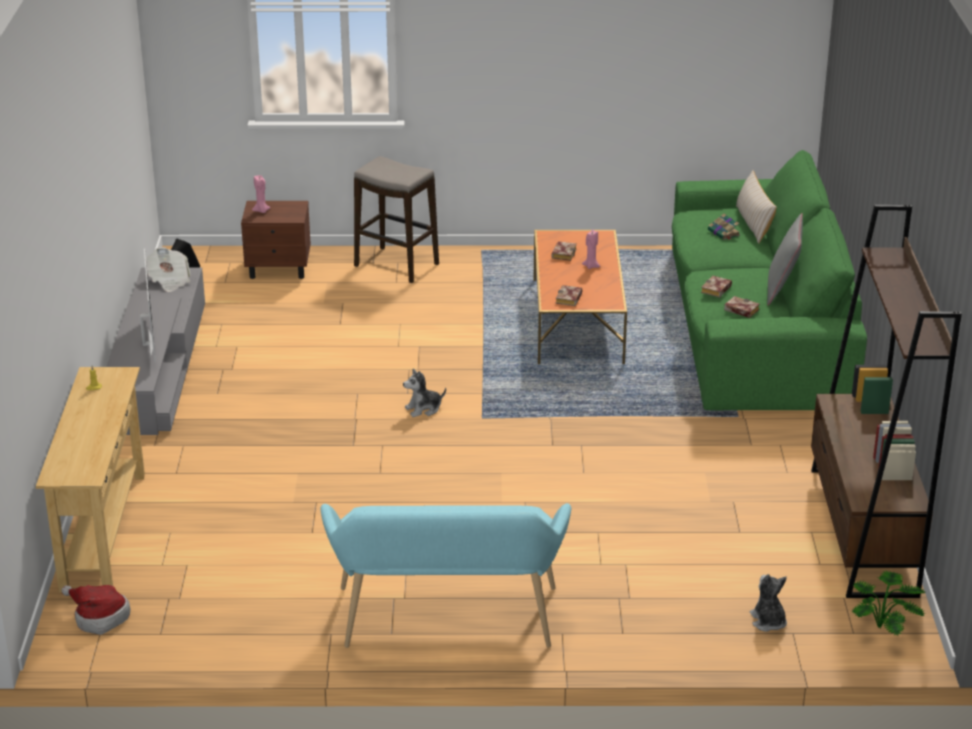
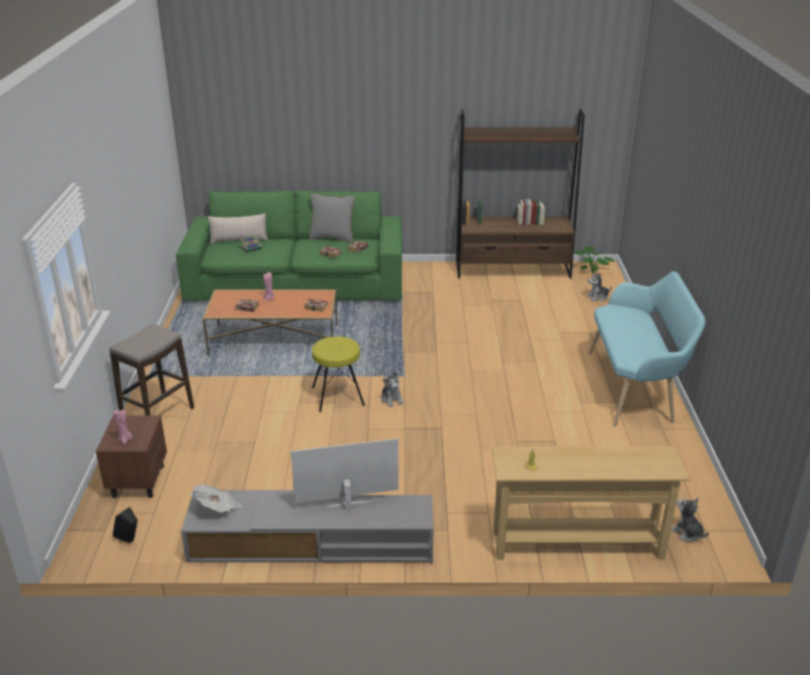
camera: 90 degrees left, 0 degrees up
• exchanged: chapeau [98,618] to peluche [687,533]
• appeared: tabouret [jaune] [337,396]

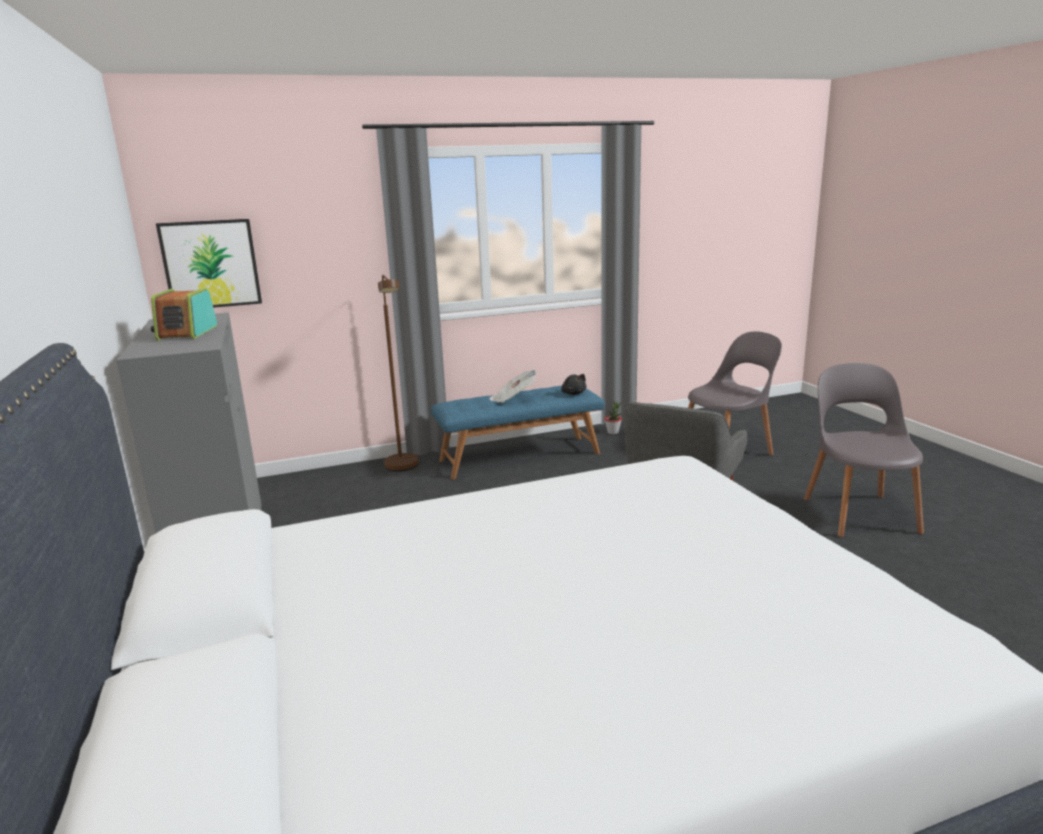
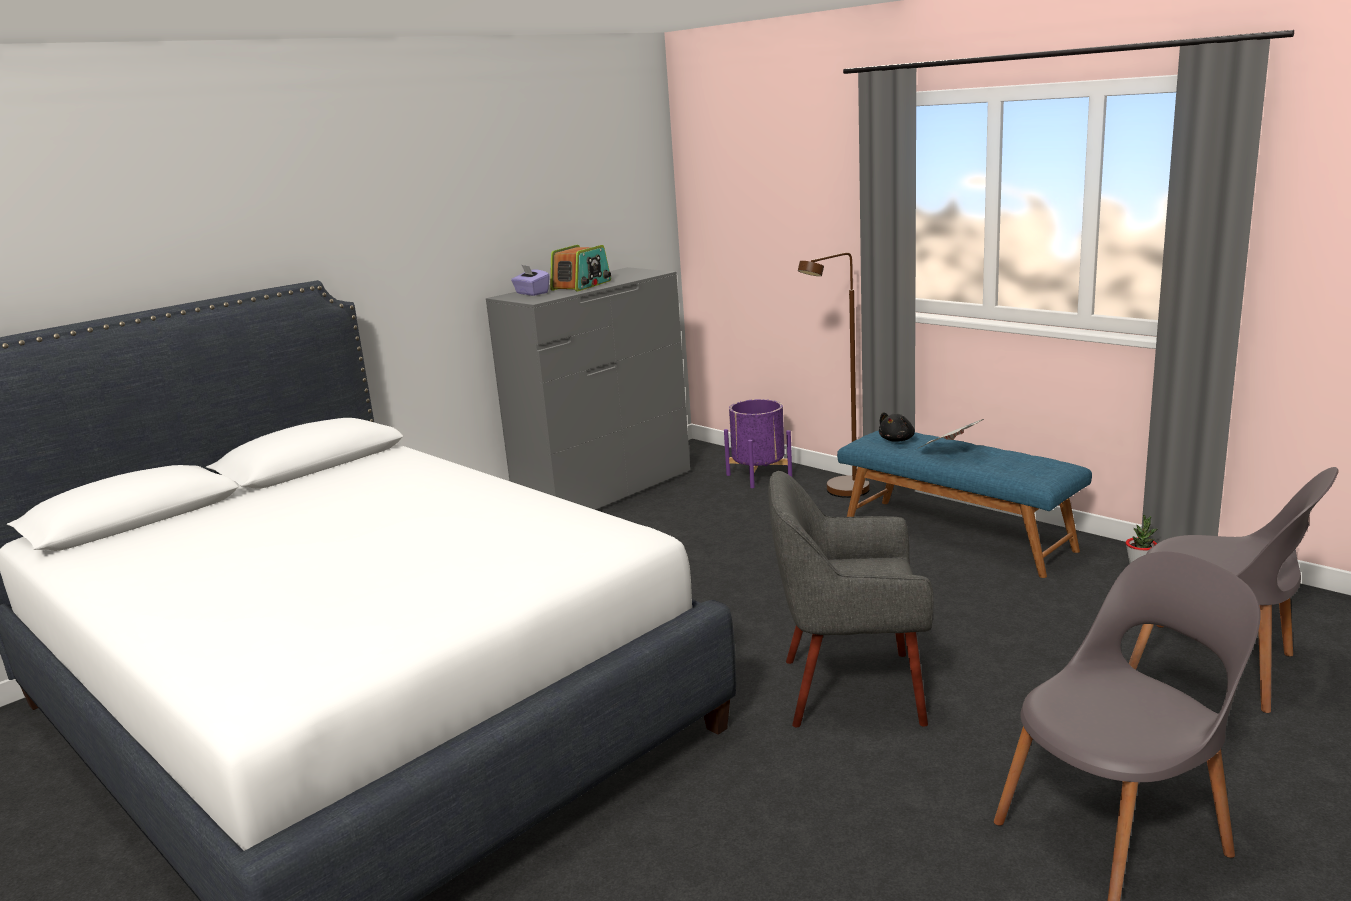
camera: 65 degrees right, 0 degrees up
• missing: tableau [211,264]
• spun: radio [187,333] = [582,285] 150 degrees clockwise
• relocated: peluche [noir] [573,393] to [897,440]
• appeared: boîte à mouchoirs [violet] [531,293]
• appeared: cache-pot [violet] [759,476]

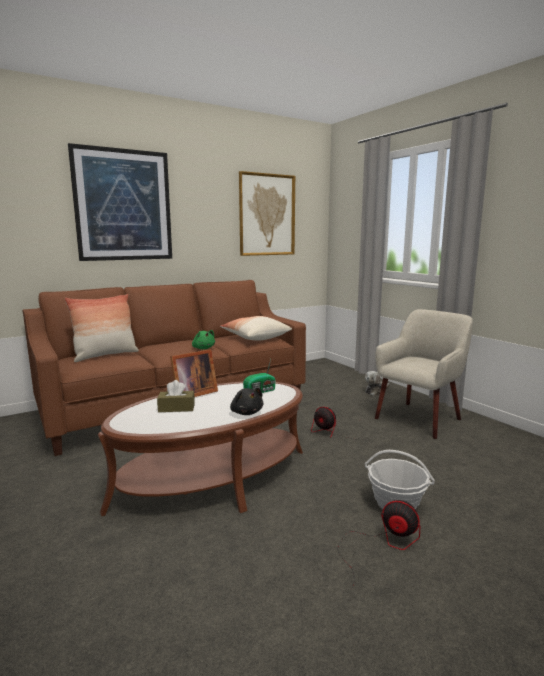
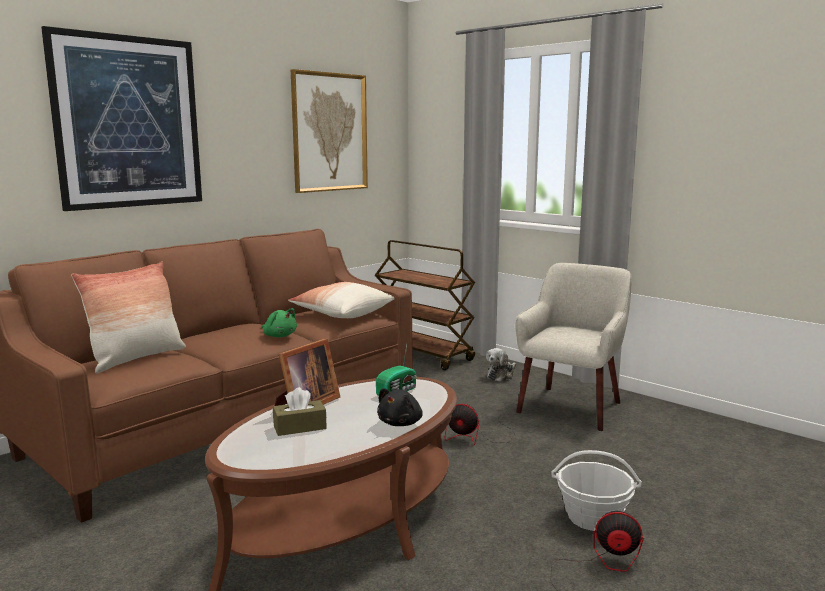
camera: 15 degrees left, 0 degrees up
• spun: peluche [noir] [246,412] = [401,423] 75 degrees clockwise
• appeared: chariot [marron] [423,355]

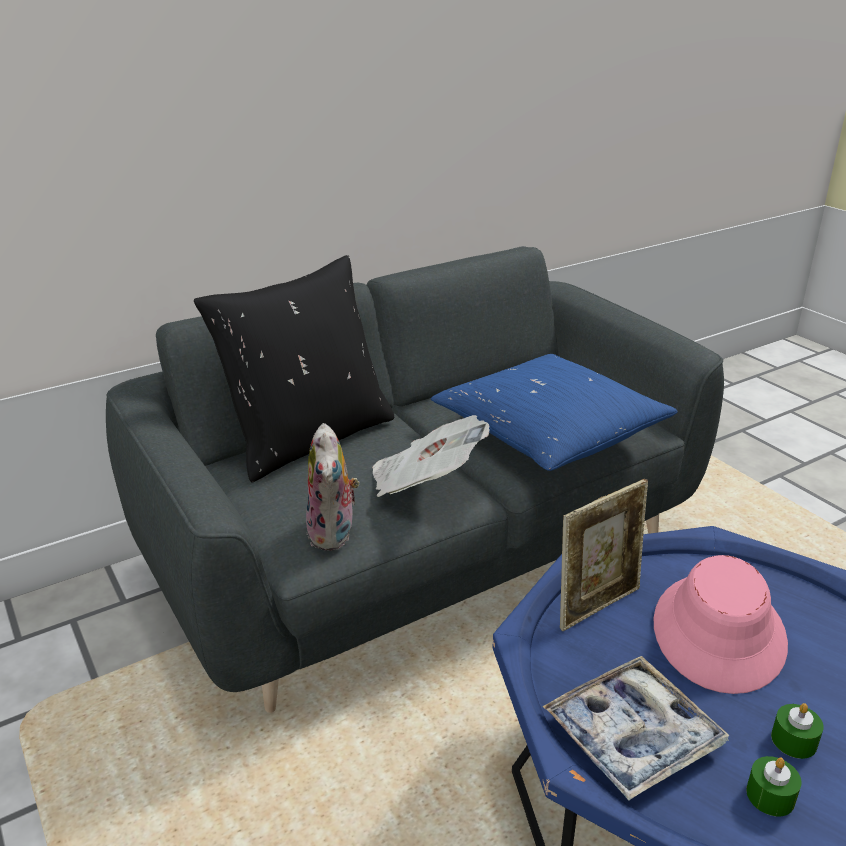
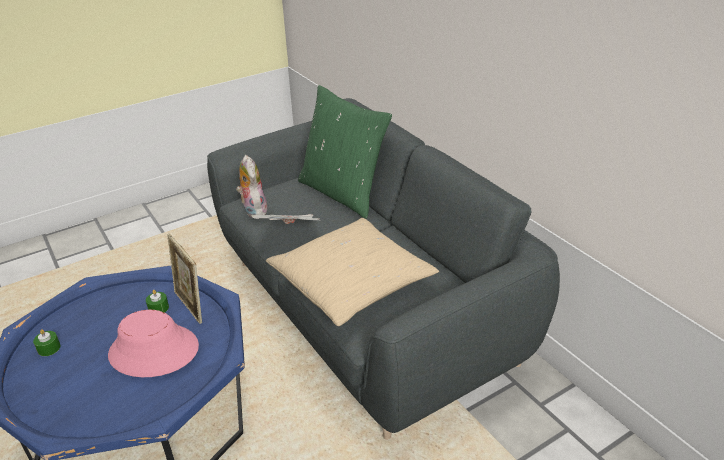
camera: 90 degrees right, 5 degrees up
• colour: coussin [noir] [309,438] to coussin [vert] [343,193]
• colour: coussin [bleu] [549,431] to coussin [beige] [352,283]
• spun: peluche [334,534] = [253,210] 75 degrees clockwise
• missing: plateau [632,735]
• relocated: bougie [vert] [794,740] to [158,308]

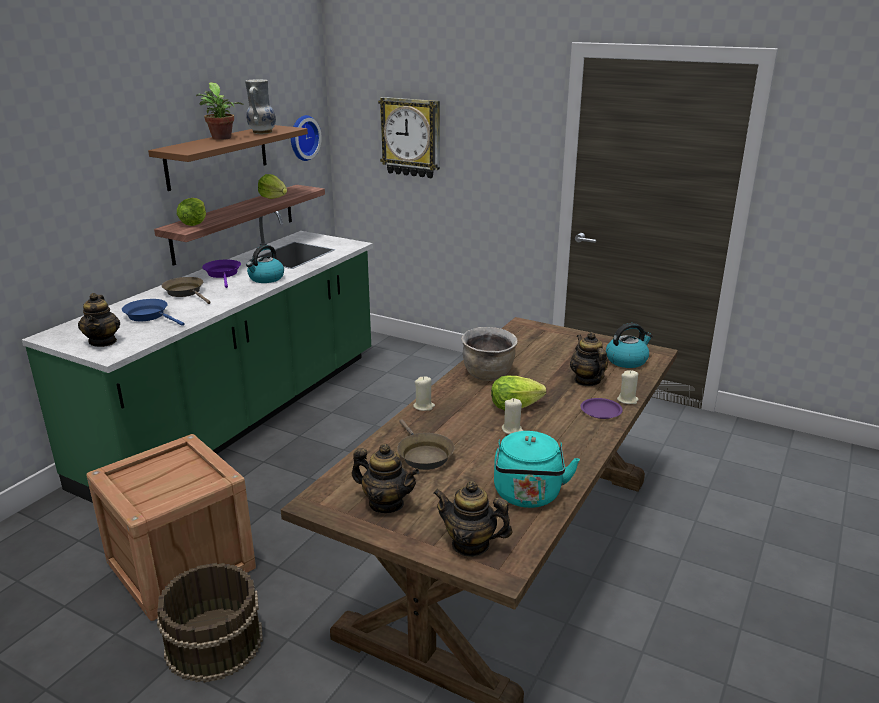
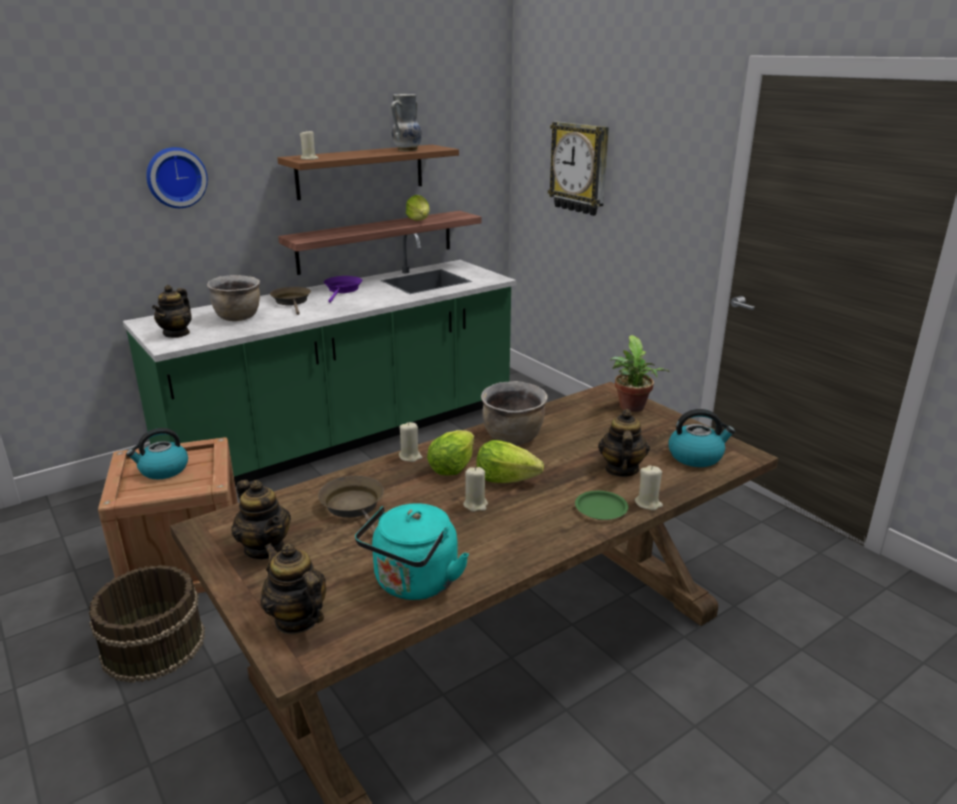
camera: 25 degrees right, 0 degrees up
• relocated: plante en pot [222,138] to [632,408]
• relocated: horloge murale [302,138] to [175,177]
• relocated: laitue [194,223] to [452,468]
• relocated: bouilloire [266,278] to [163,470]
• exchanged: poêle [bleu] [149,316] to marmite [marron] [238,317]
• colour: assiette [violet] [601,411] to assiette [vert] [601,508]
• spun: poêle [marron] [423,455] = [355,507] 150 degrees clockwise
• appeared: bougie [beige] [309,159]

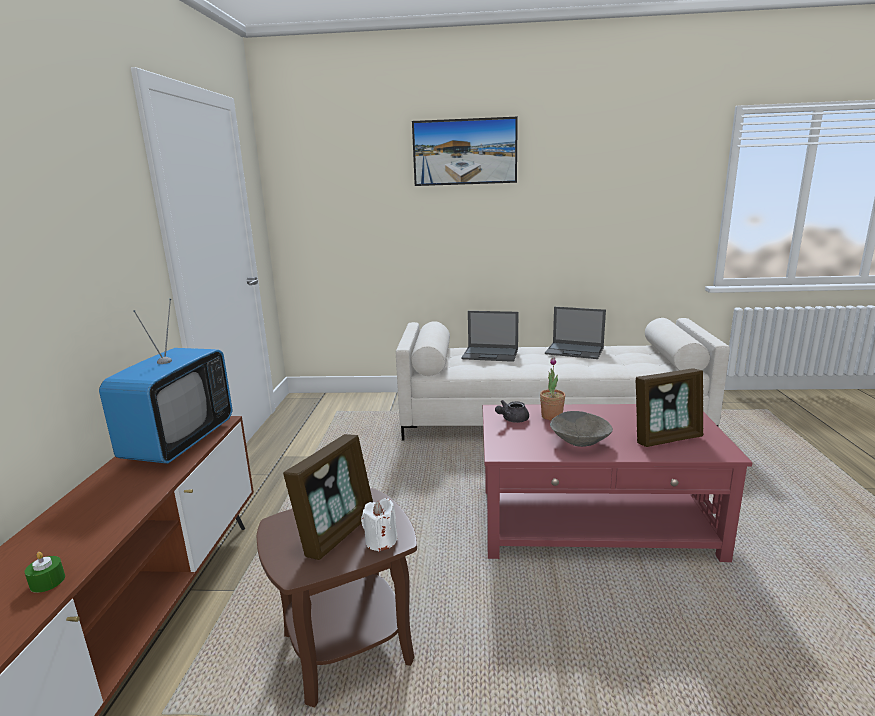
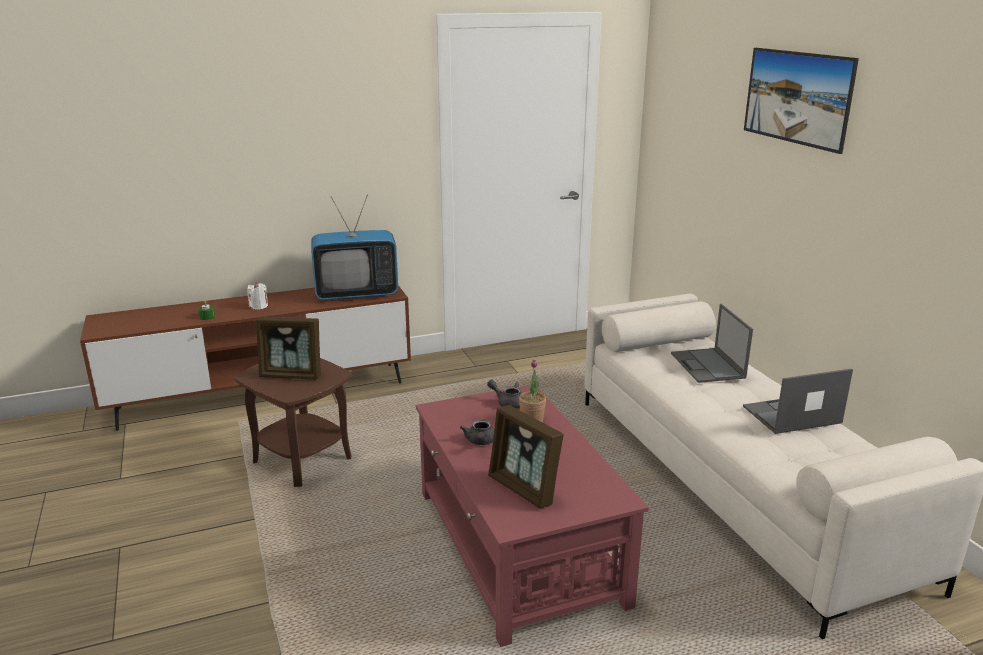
camera: 65 degrees right, 5 degrees up
• spun: ordinateur portable [575,351] = [791,415] 75 degrees clockwise
• exchanged: bol [gris] [580,442] to théière [gris] [480,442]
• relocated: bougie [blanc] [381,541] to [258,306]

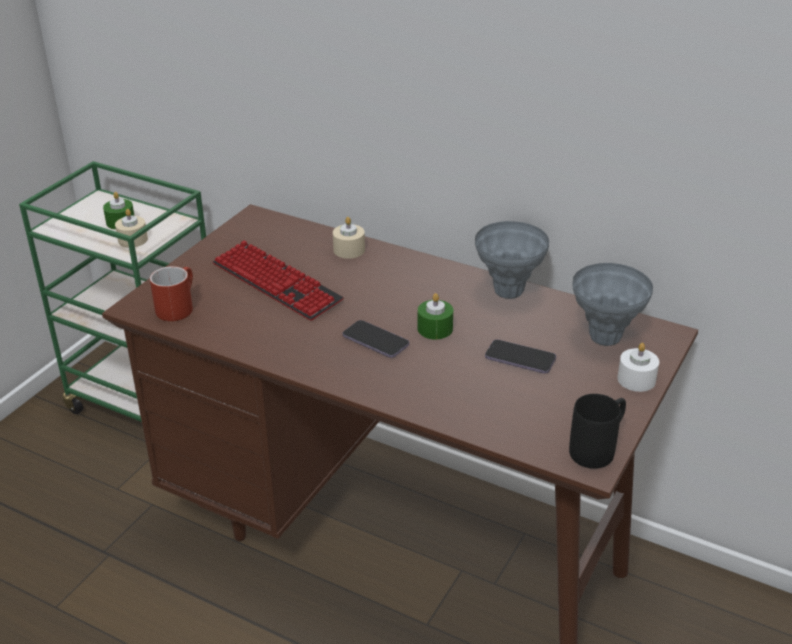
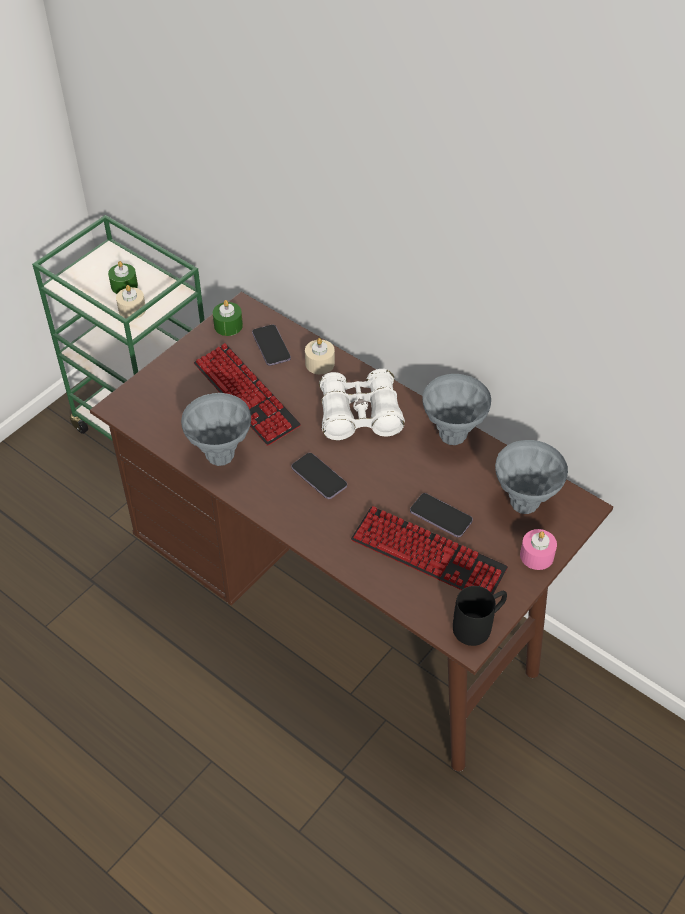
camera: 10 degrees right, 15 degrees up
• missing: mug [rouge] [177,306]
• relocated: bougie [vert] [435,329] to [228,325]
• colour: bougie [blanc] [636,379] to bougie [rose] [536,555]
• appeared: téléphone [271,346]
• appeared: jumelles [blanc] [360,415]
• appeared: vase [gris] [220,456]
• appeared: clavier [428,555]

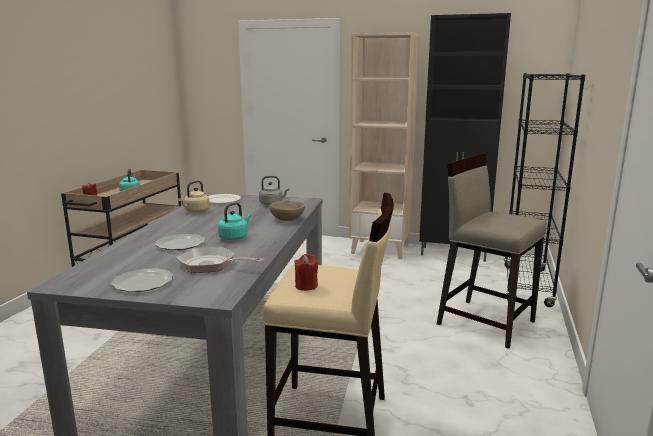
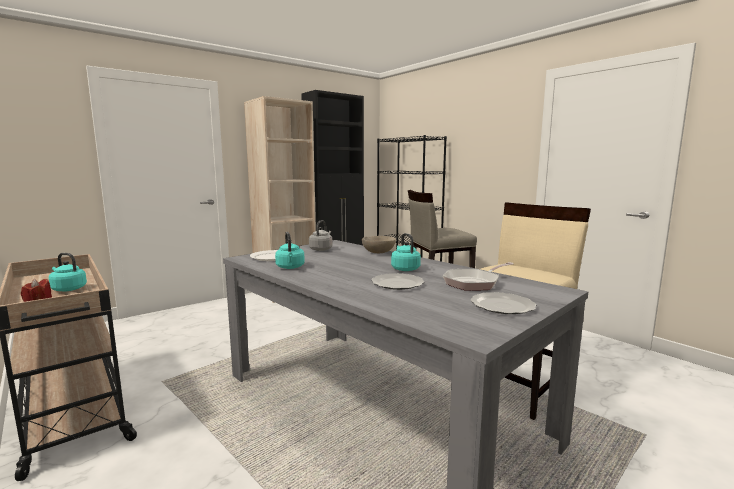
camera: 55 degrees left, 5 degrees down
• colour: bouilloire [beige] [196,211] to bouilloire [turquoise] [290,267]
• missing: bougie [rouge] [306,286]

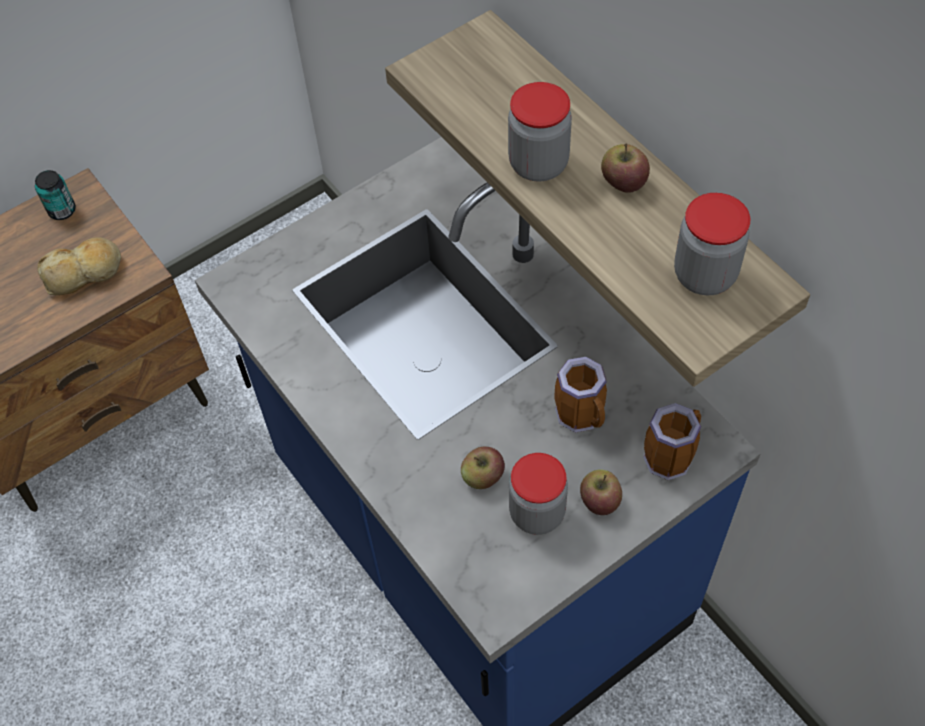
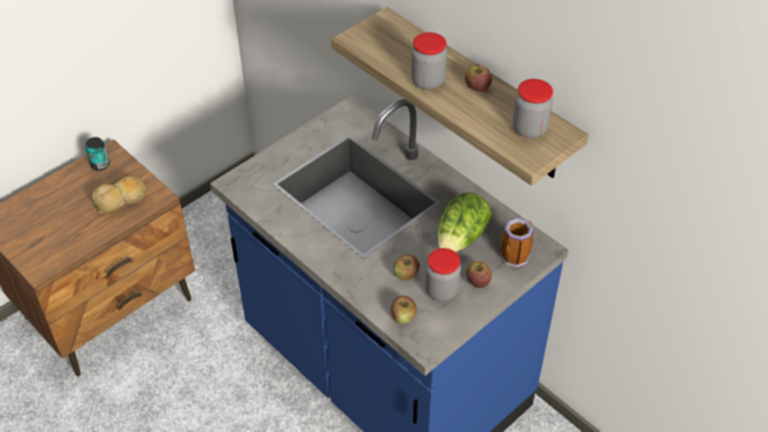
camera: 10 degrees left, 10 degrees down
• exchanged: mug [583,416] to laitue [461,238]
• appeared: pomme [403,317]

